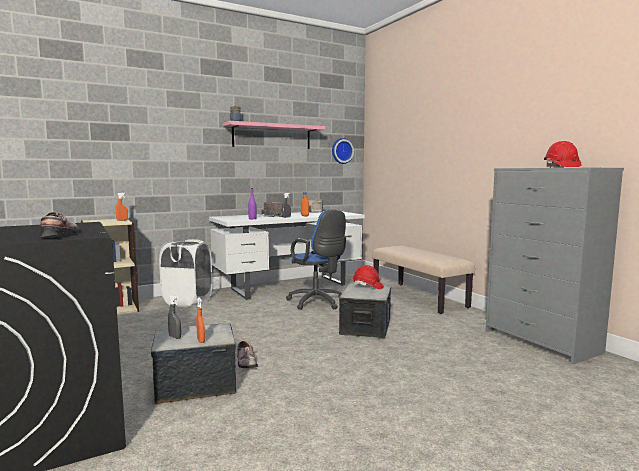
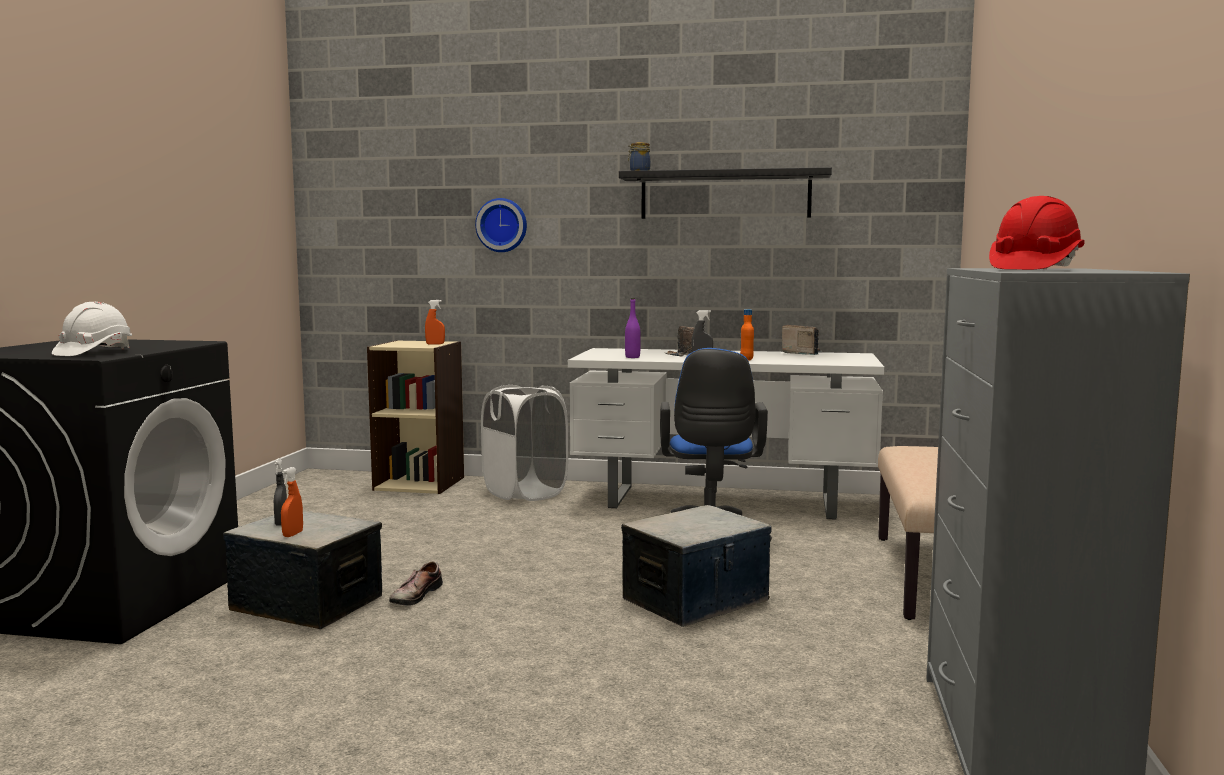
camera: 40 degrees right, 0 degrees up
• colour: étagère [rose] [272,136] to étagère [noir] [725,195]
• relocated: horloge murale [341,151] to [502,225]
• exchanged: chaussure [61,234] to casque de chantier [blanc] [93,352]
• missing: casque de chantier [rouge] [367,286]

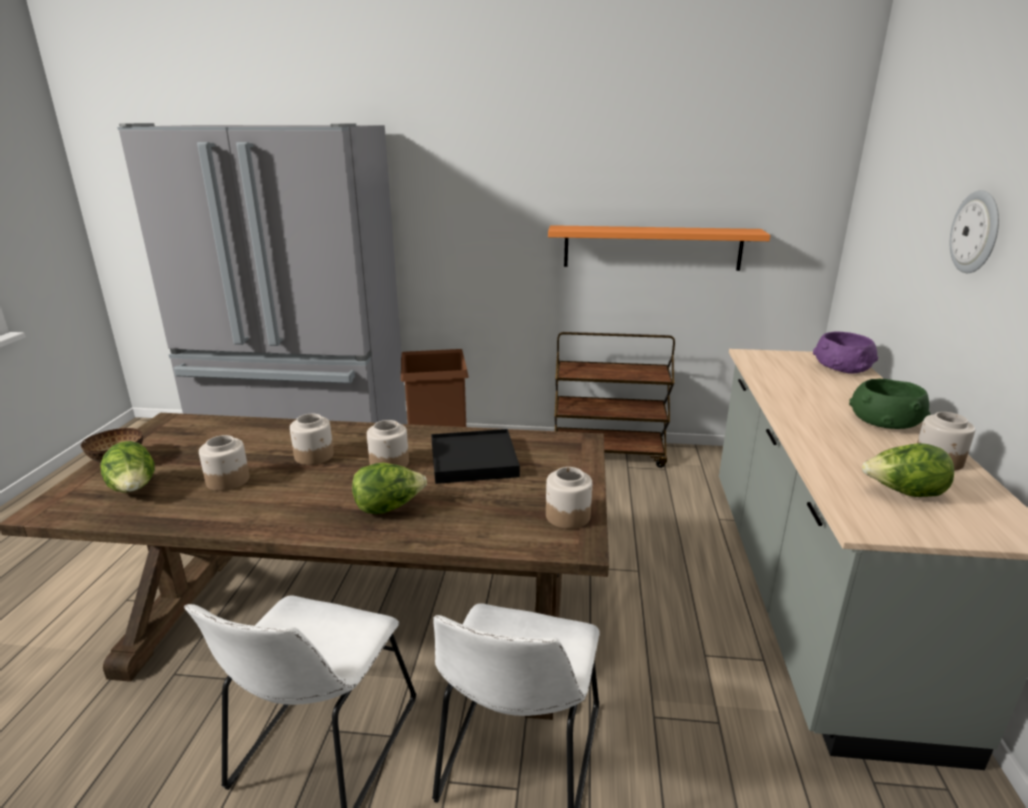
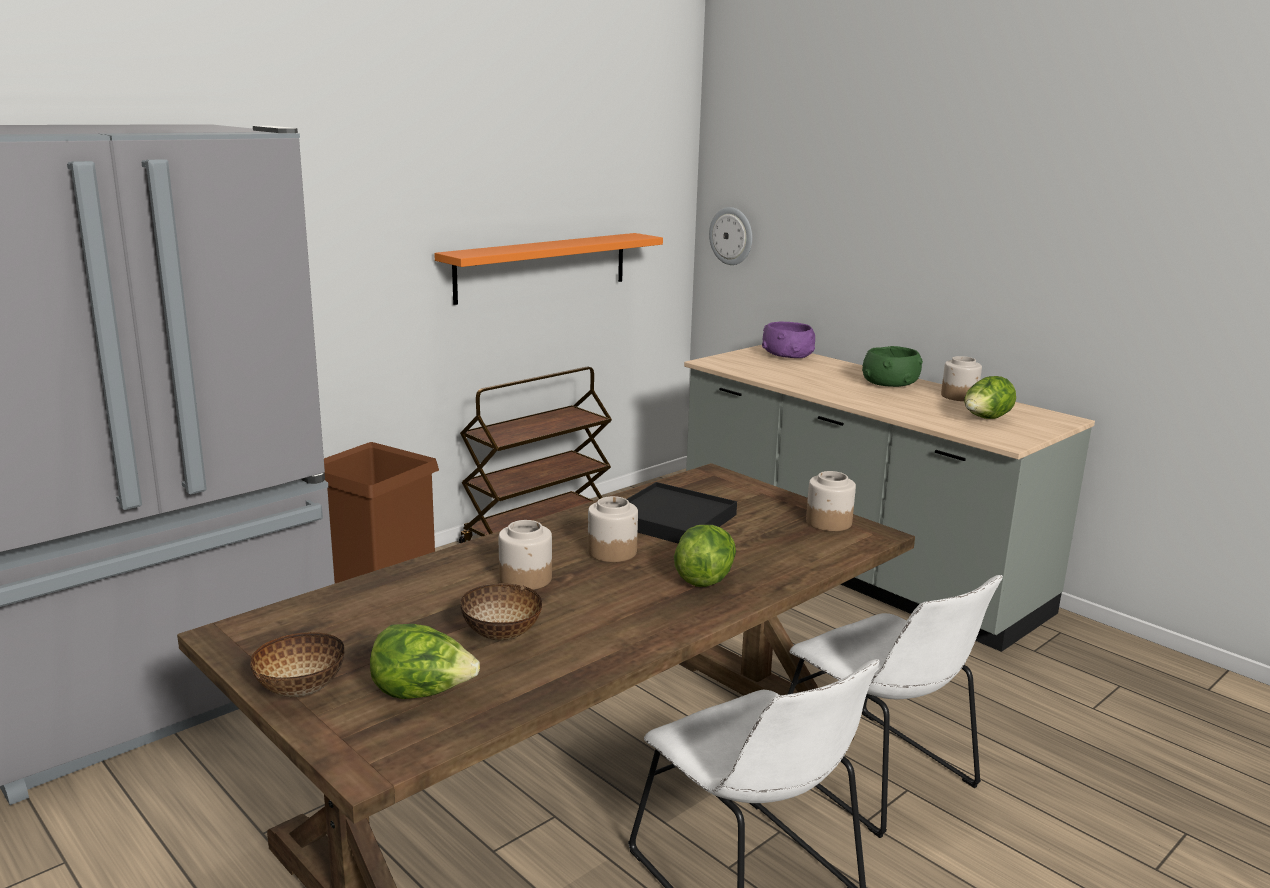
camera: 50 degrees left, 5 degrees down
• relocated: horloge murale [976,232] to [731,236]
• exchanged: bocal [227,481] to bol [502,635]

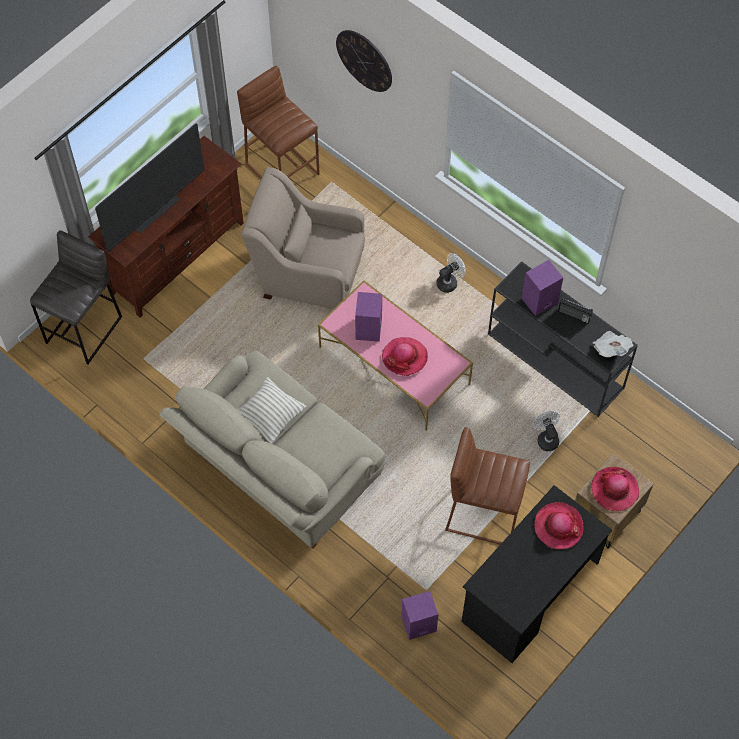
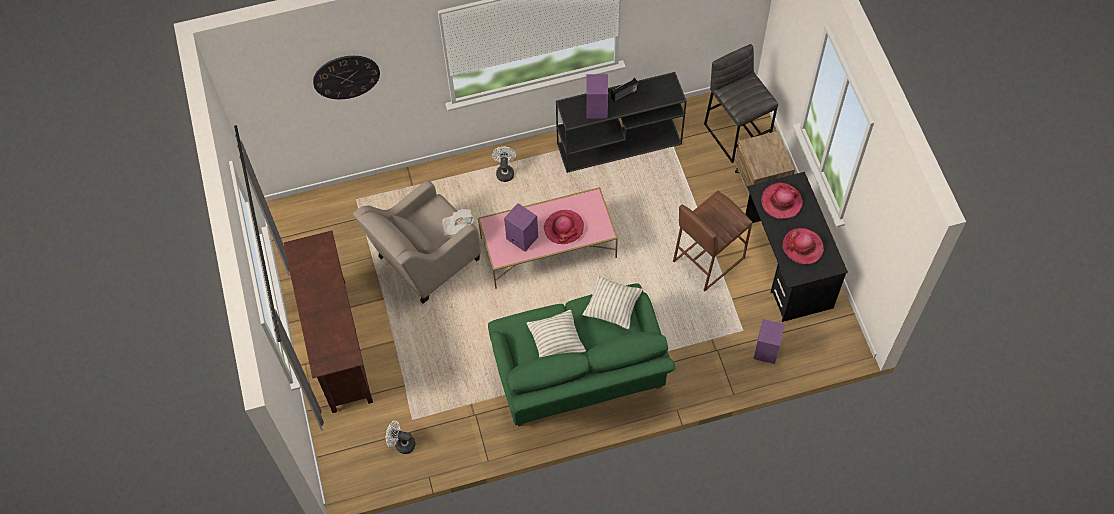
camera: 55 degrees left, 0 degrees up
• missing: tabouret [marron] [282,168]
• missing: téléviseur [156,213]
• relocated: tabouret [gris] [85,329] to [736,133]
• relocated: journal [611,349] to [457,227]
• colour: canapé [beige] [278,470] to canapé [vert] [580,376]
• relocated: ventilateur [blanc] [546,438] to [401,444]
• relocated: chapeau [614,490] to [802,247]
• appeared: coussin [612,308]

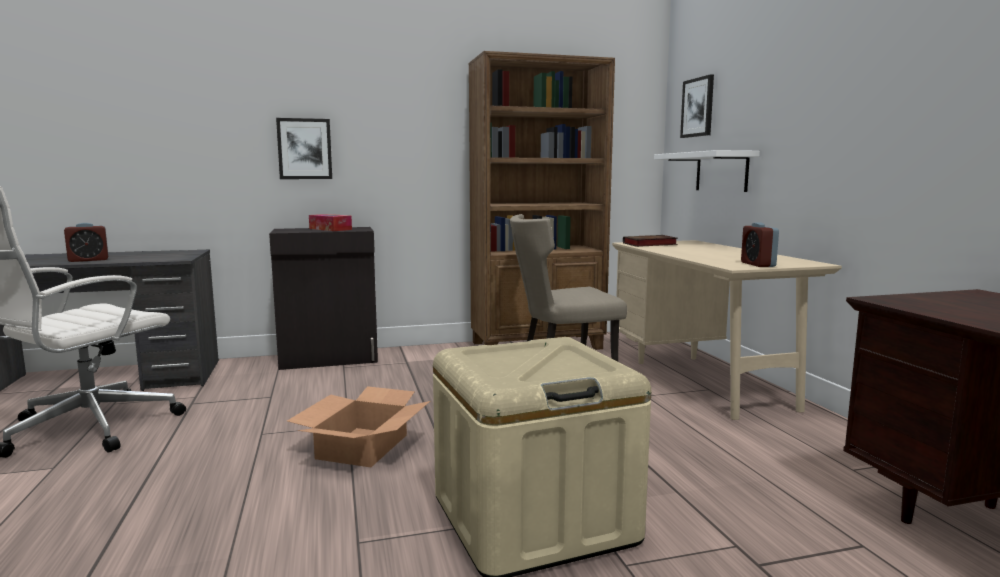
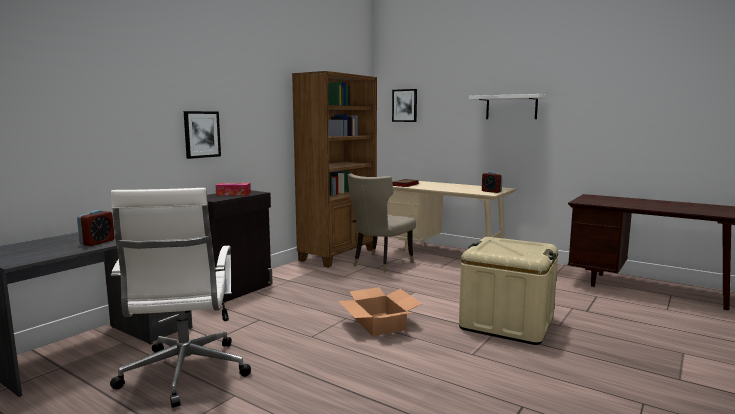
camera: 40 degrees left, 0 degrees up
• relocated: étagère [blanc] [721,172] to [511,107]

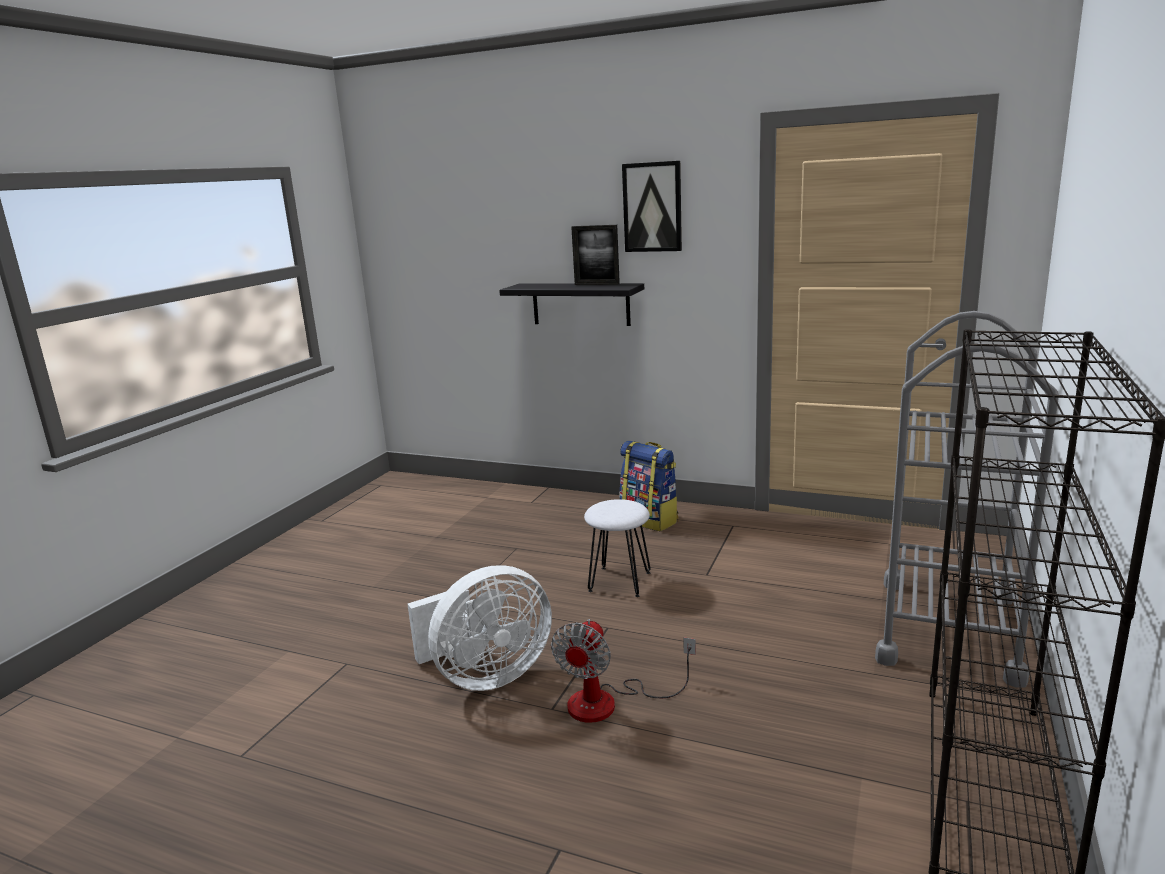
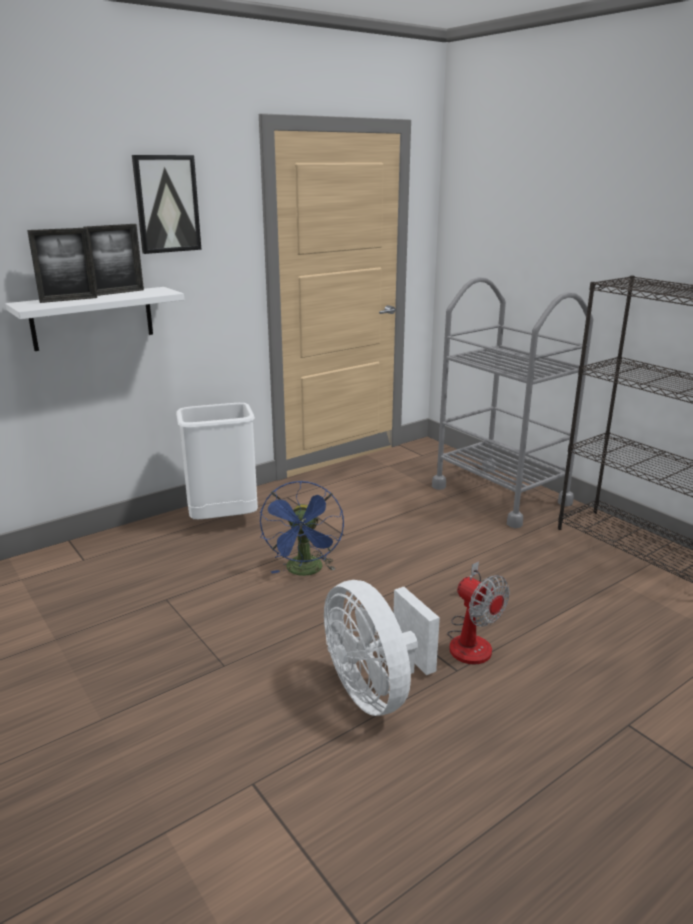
camera: 60 degrees left, 5 degrees up
• colour: étagère [noir] [580,304] to étagère [blanc] [92,318]
• exchanged: sac à dos [650,520] to poubelle [blanc] [223,521]
• exchanged: tabouret [blanc] [620,581] to ventilateur [bleu] [305,571]
• spun: ventilateur [blanc] [486,676] = [375,690] 150 degrees clockwise
• appeared: cadre photo [68,300]

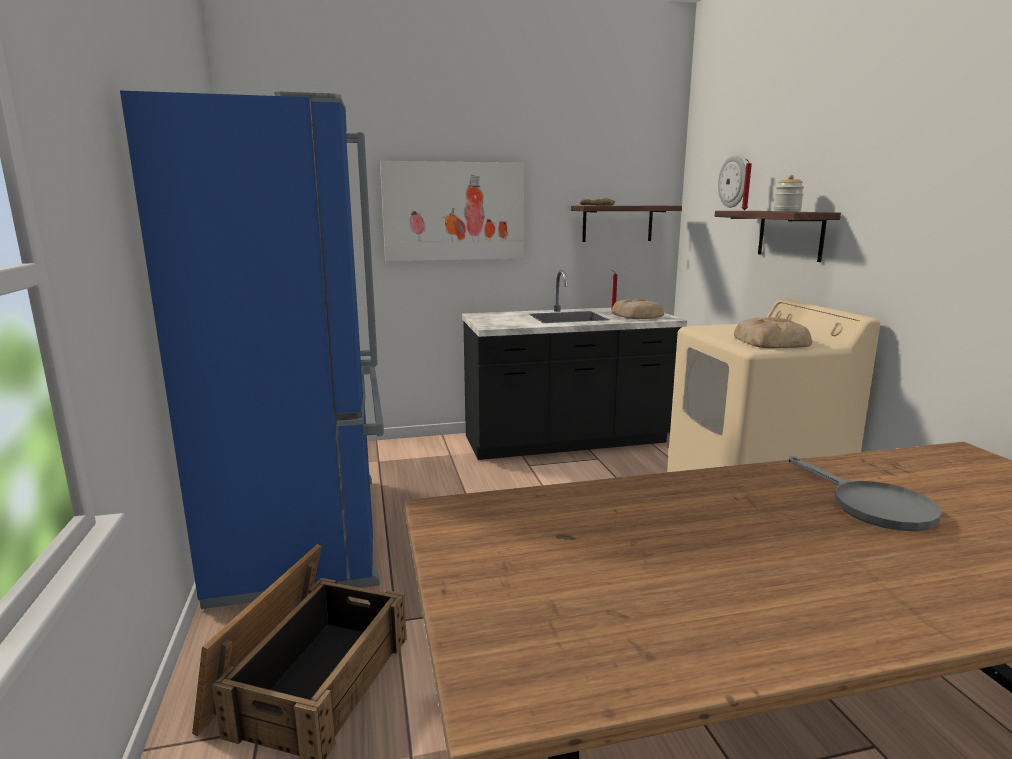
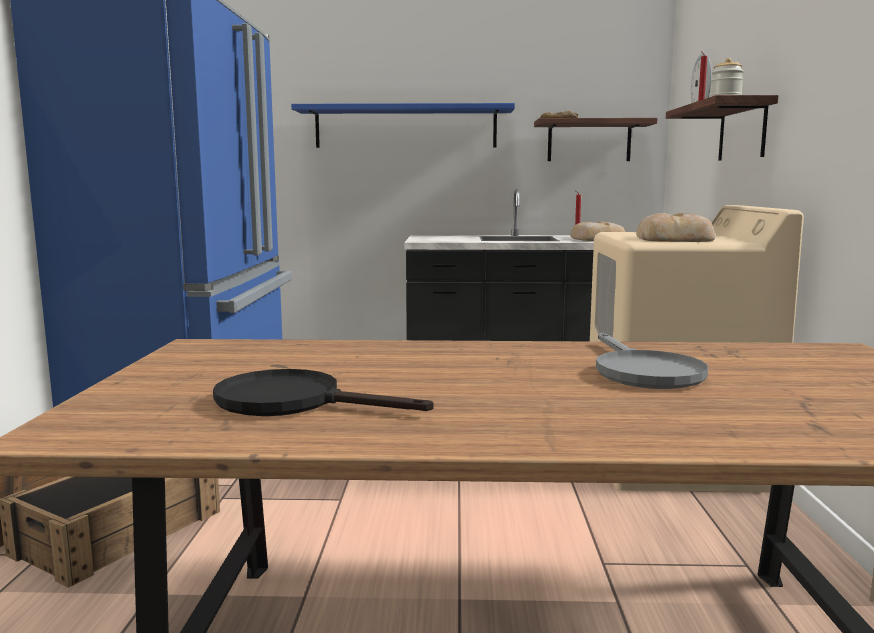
camera: 15 degrees right, 5 degrees down
• exchanged: tableau [454,211] to étagère [bleu] [405,127]
• appeared: poêle [noir] [295,402]

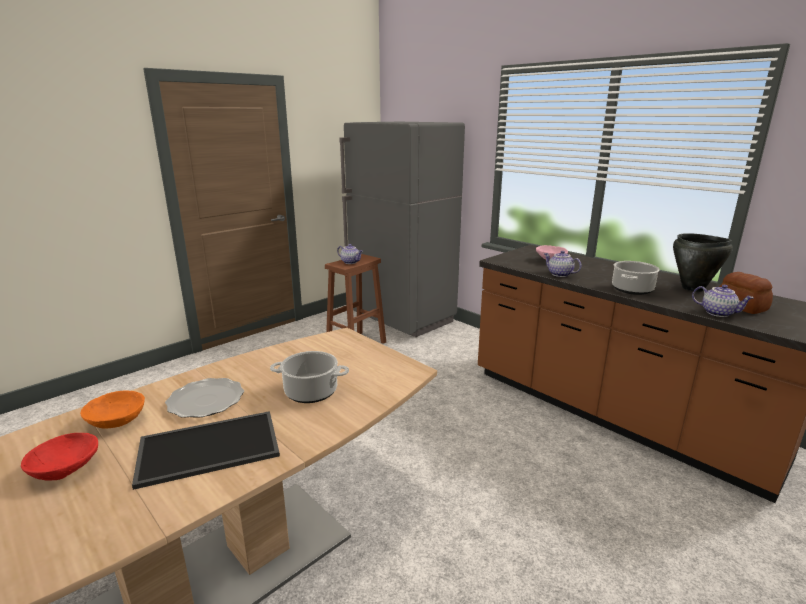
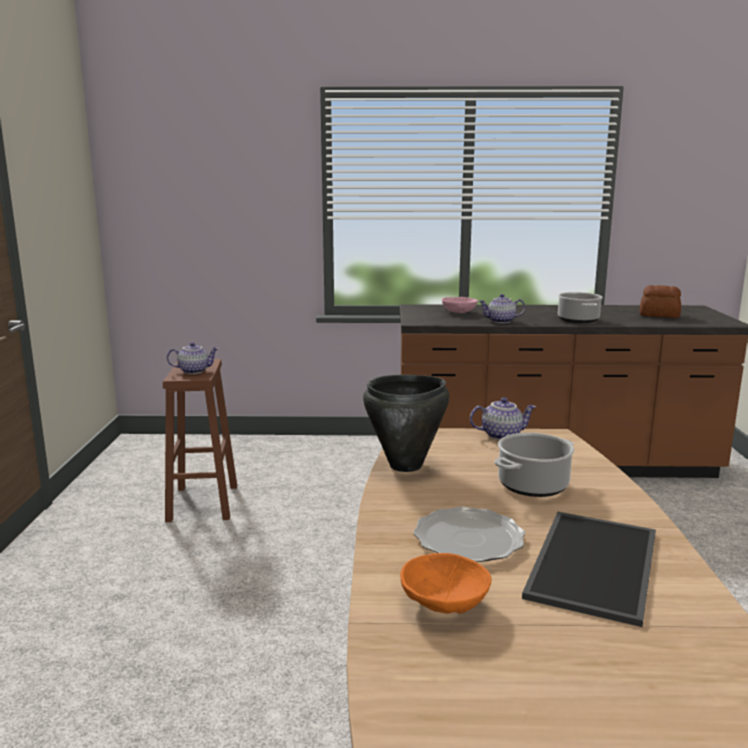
camera: 45 degrees left, 5 degrees down
• missing: réfrigérateur [gris] [403,319]
• relocated: marmite [noir] [693,288] to [406,466]
• relocated: théière [718,313] to [501,435]
• missing: bol [rouge] [67,470]

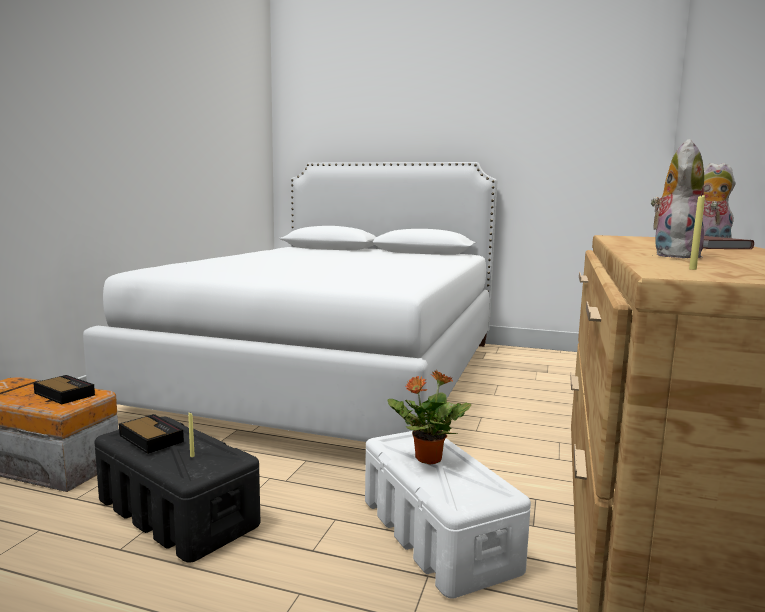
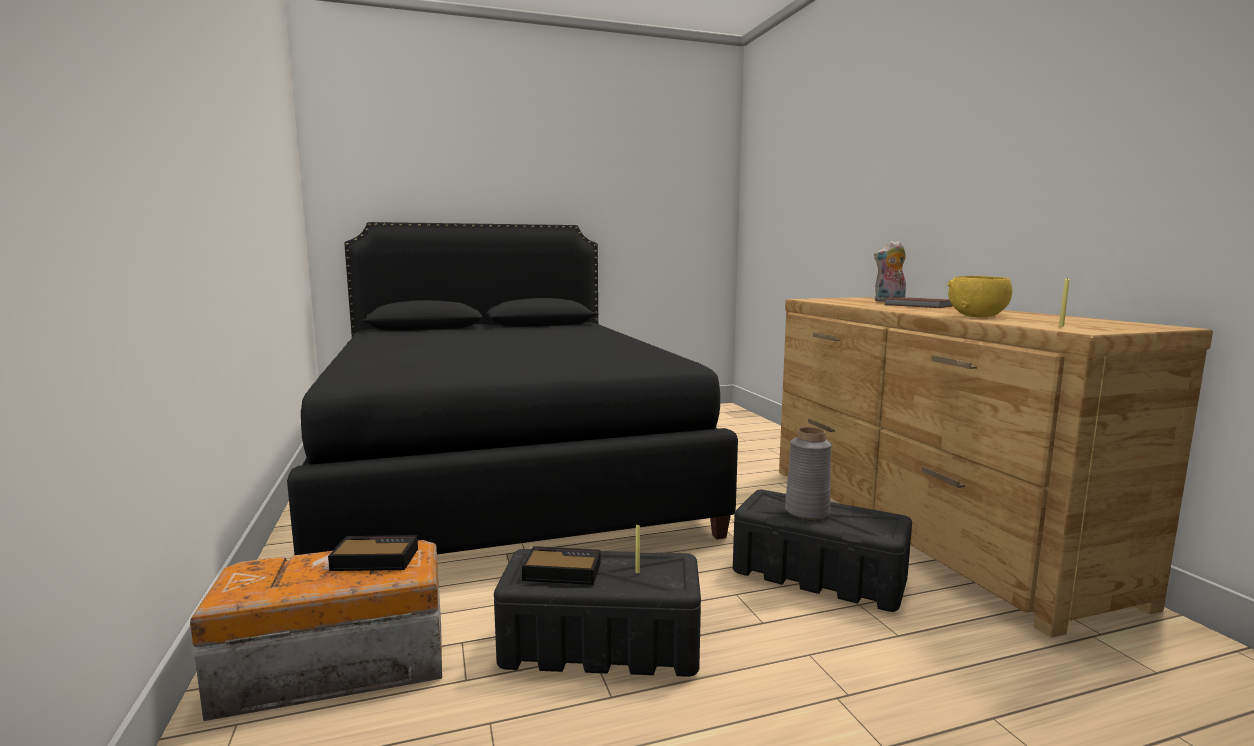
camera: 35 degrees left, 0 degrees up
• exchanged: peluche [673,256] to bol [jaune] [978,316]
• colour: lit [blanc] [335,374] to lit [noir] [503,473]
• exchanged: plante en pot [427,459] to vase [gris] [806,511]
• colour: boîte de rangement [blanc] [437,535] to boîte de rangement [noir] [819,576]

